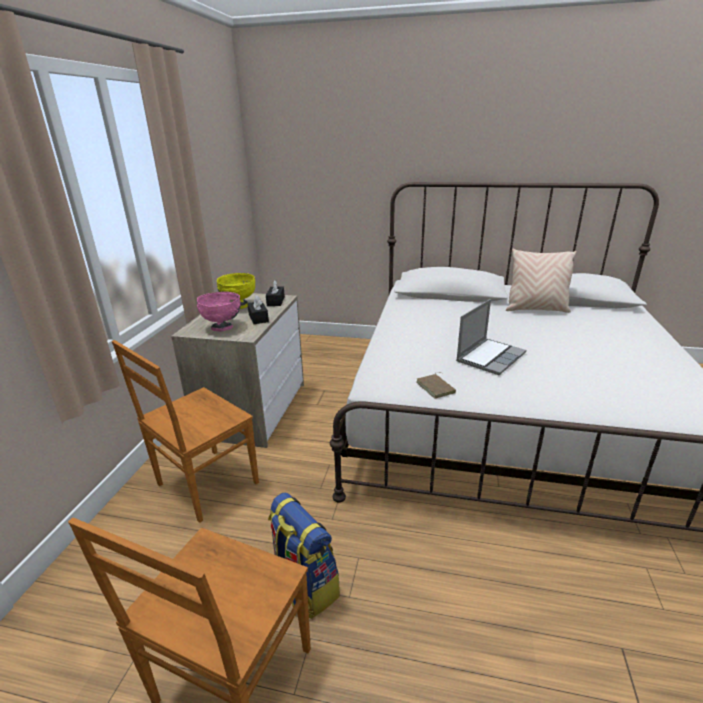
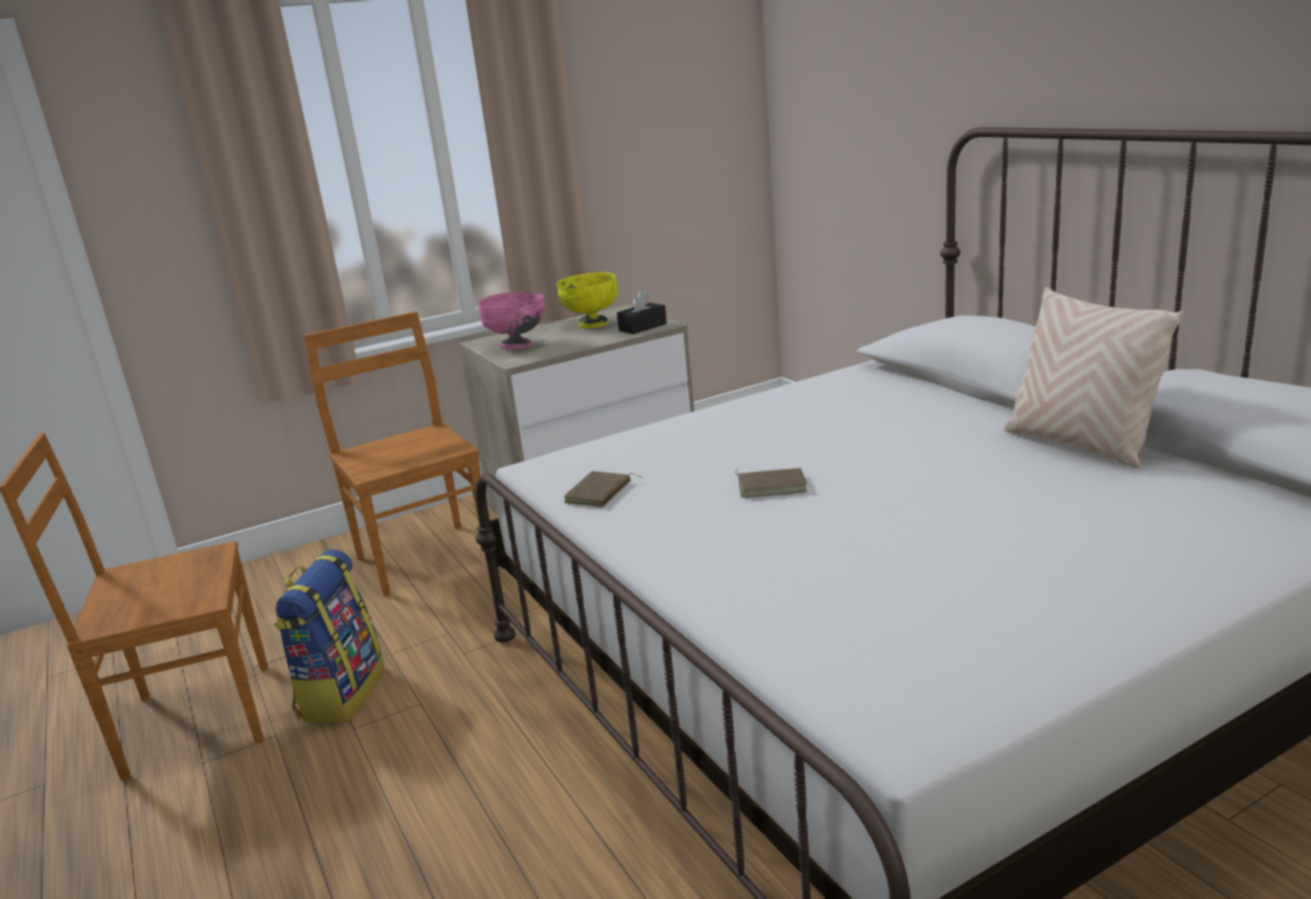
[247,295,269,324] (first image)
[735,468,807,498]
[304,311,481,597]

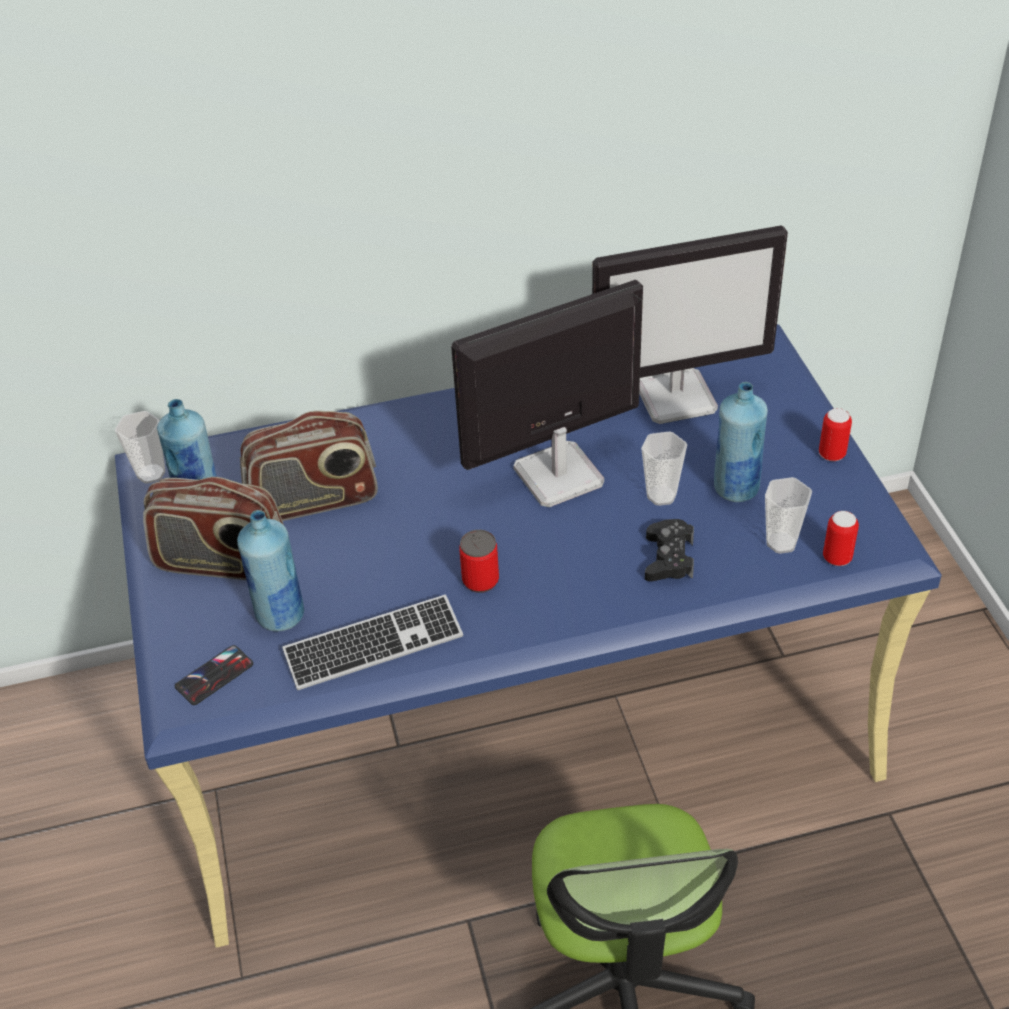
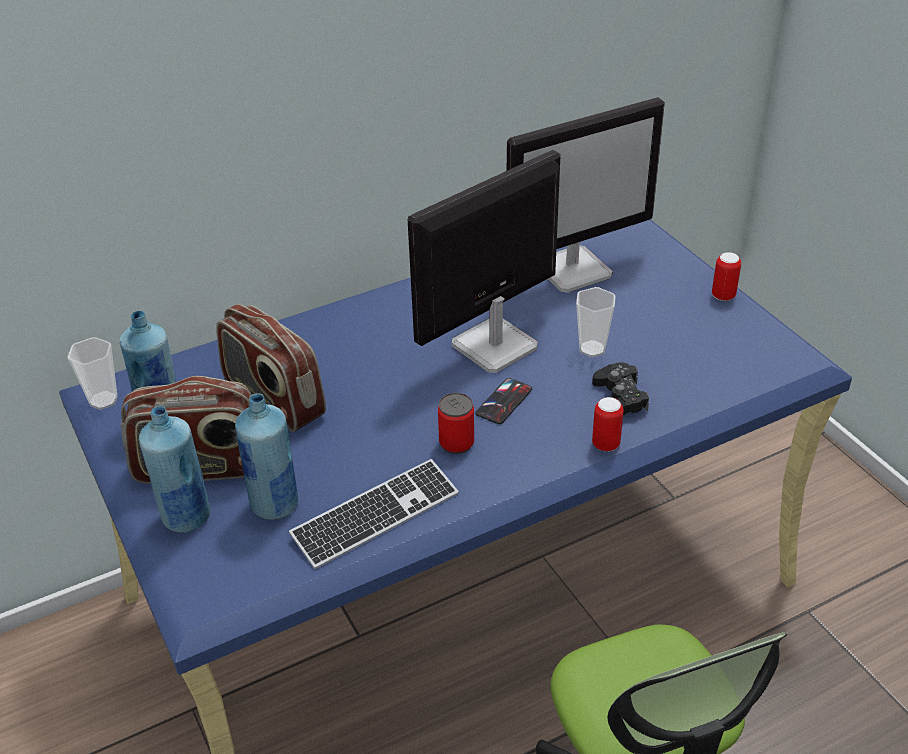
[139,406,210,533]
[216,304,326,432]
[765,477,812,554] (first image)
[592,397,624,452]
[475,378,532,424]

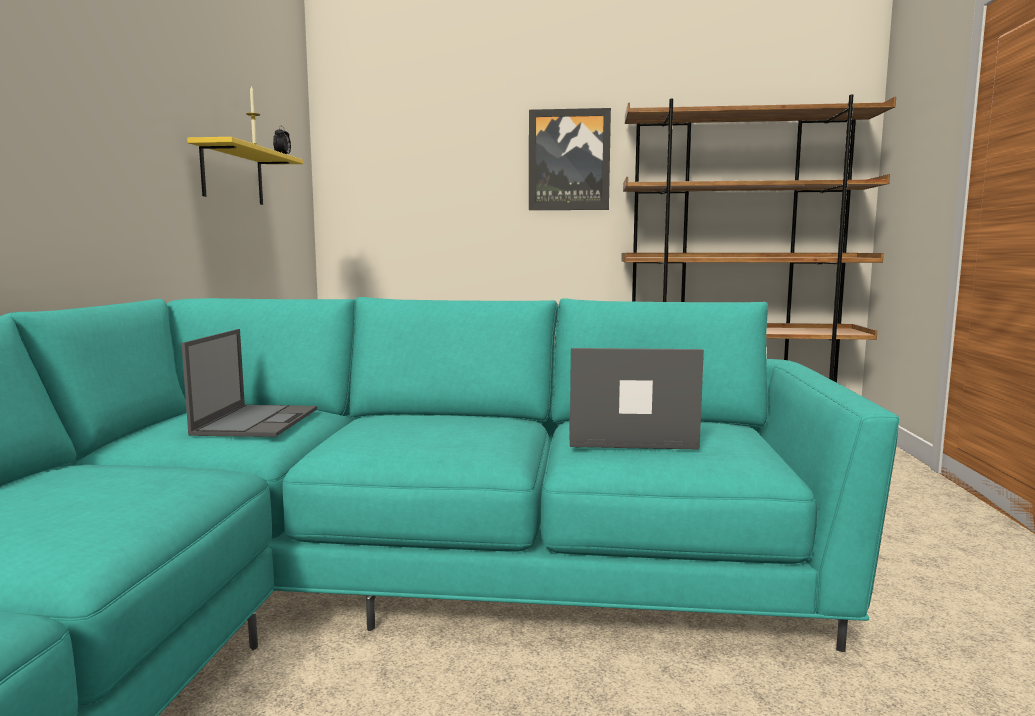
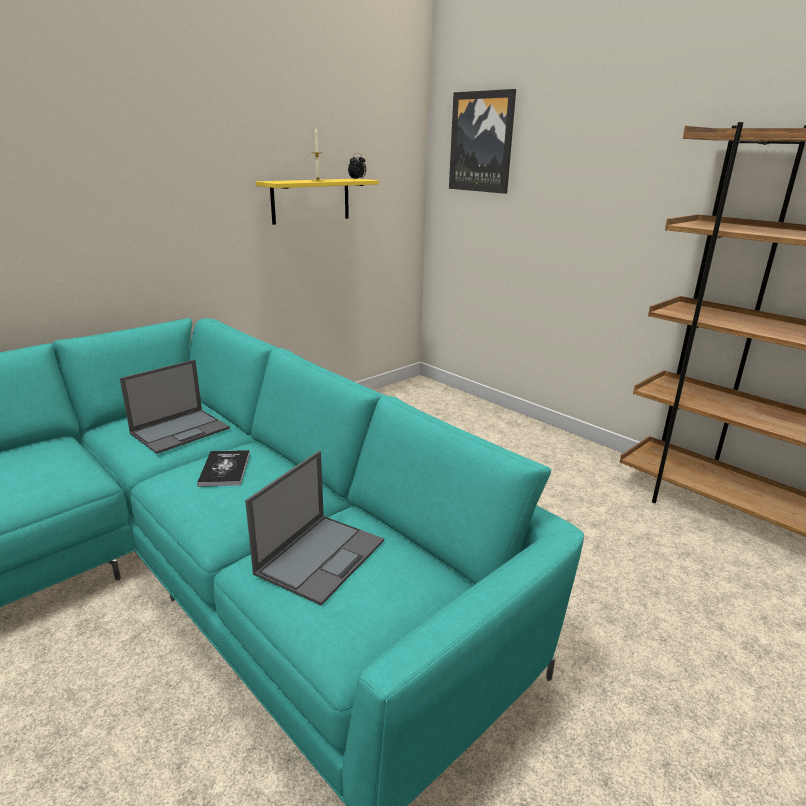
[449,89,516,194]
[245,451,384,605]
[197,450,250,487]

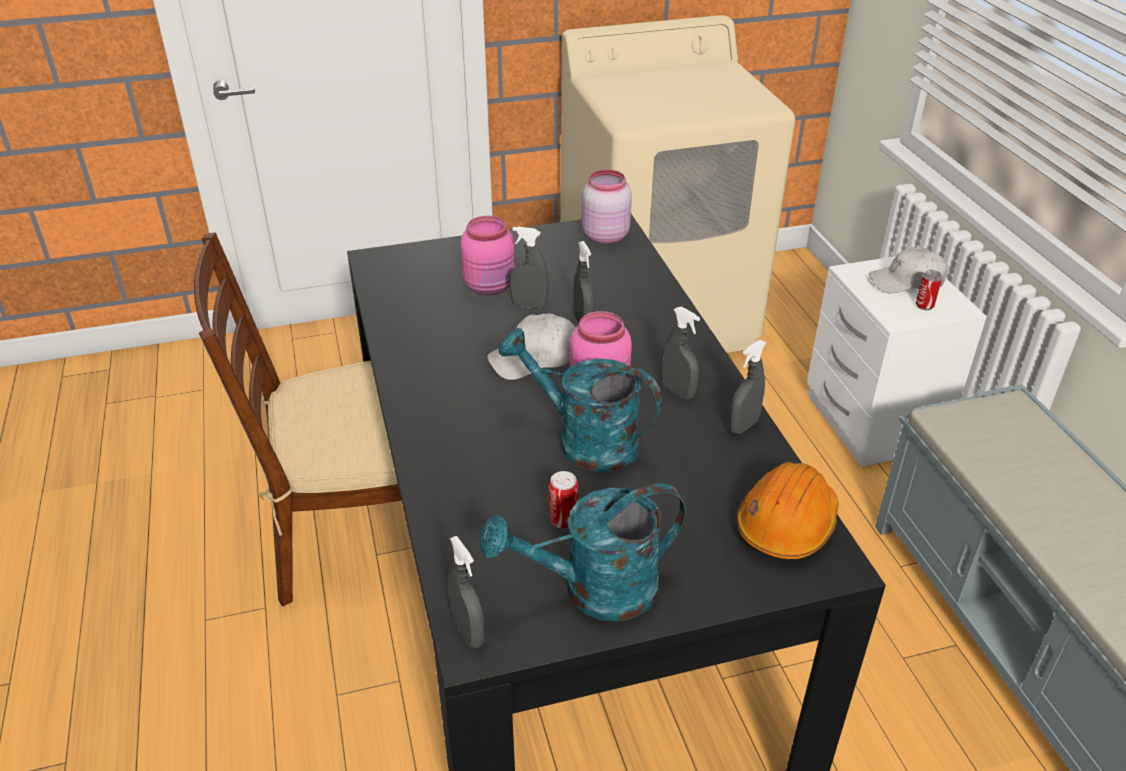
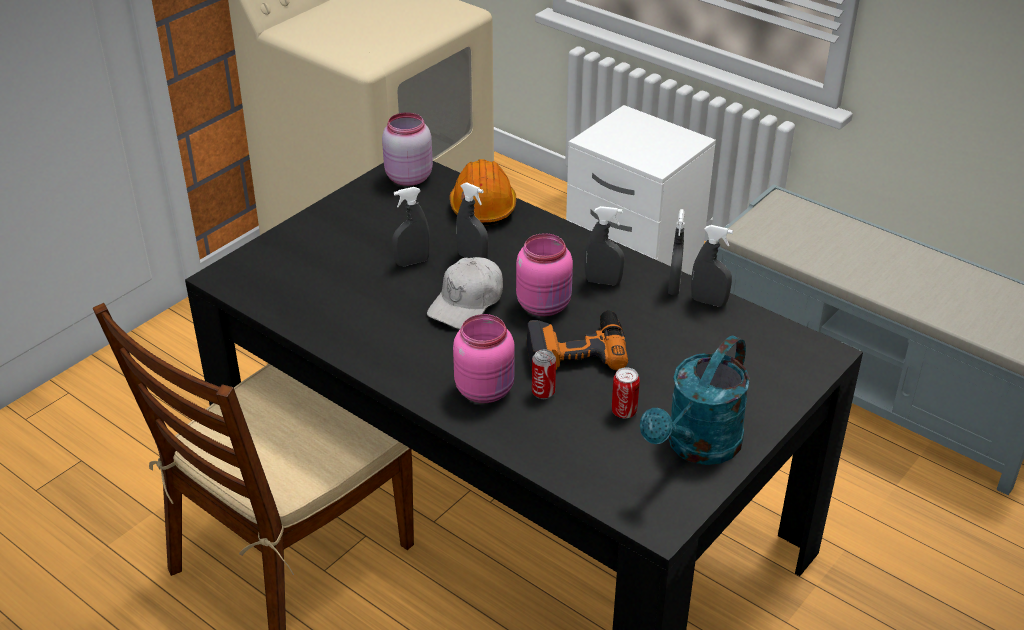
[453,314,515,403]
[869,247,948,293] (first image)
[532,349,556,399]
[527,310,628,370]
[450,159,516,226]
[691,225,733,306]

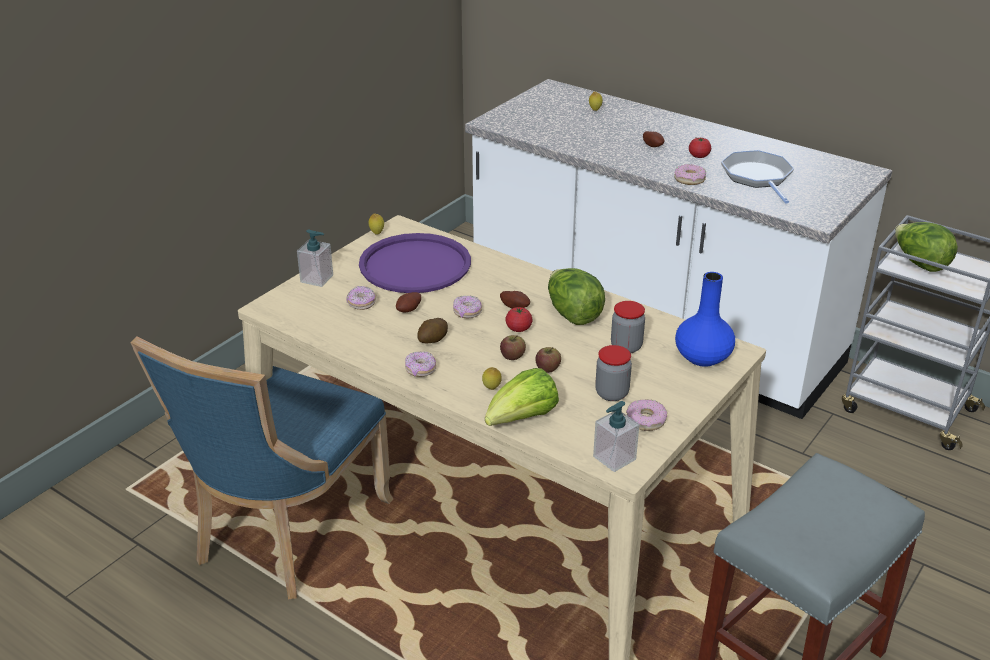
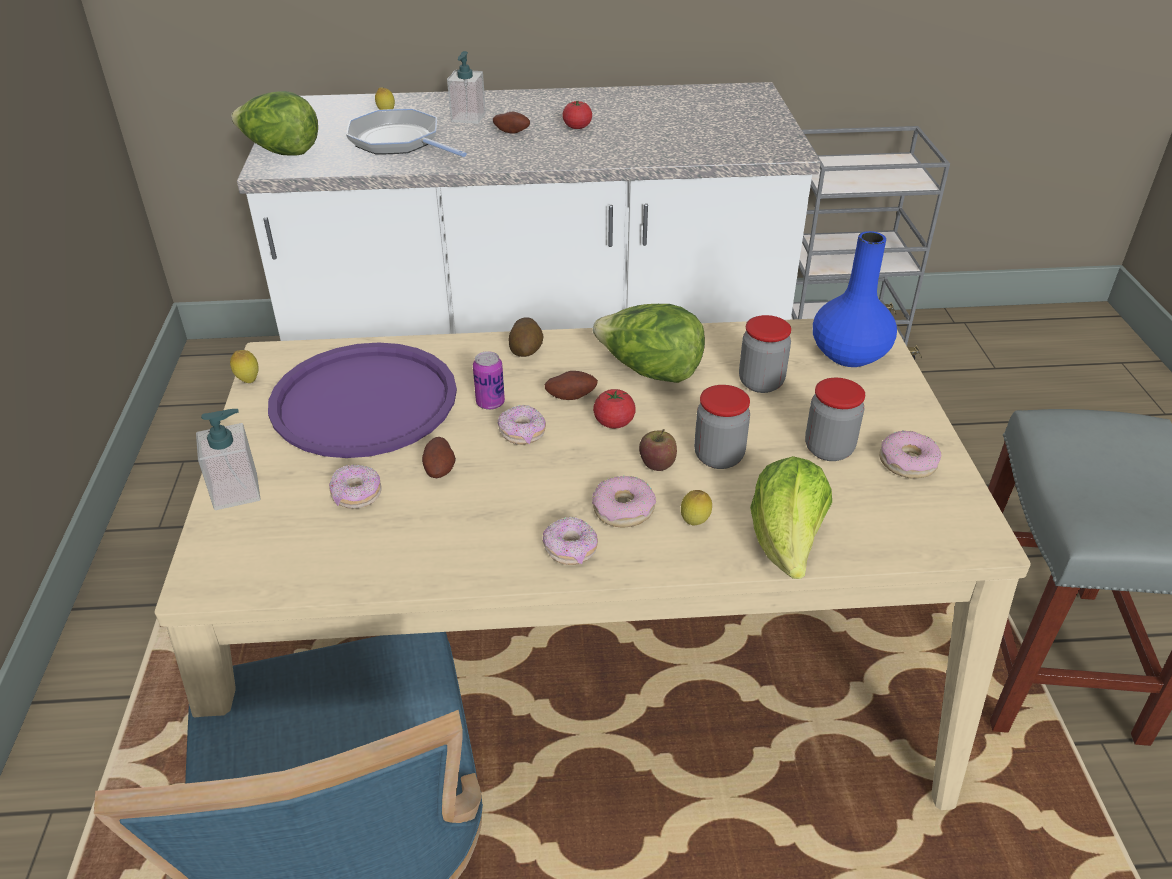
[346,109,467,157]
[592,476,656,527]
[231,91,318,156]
[509,318,544,357]
[694,385,750,469]
[447,51,486,124]
[473,351,505,410]

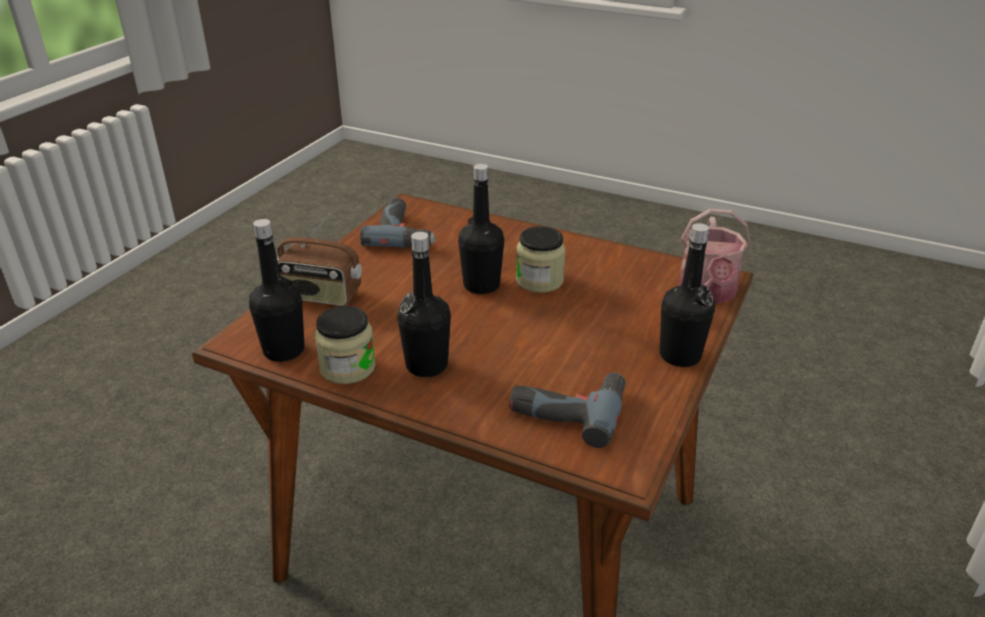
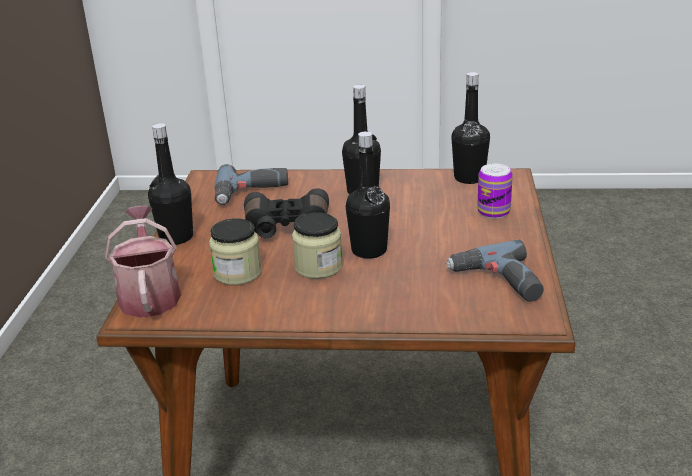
[477,163,513,219]
[209,218,262,285]
[244,188,329,238]

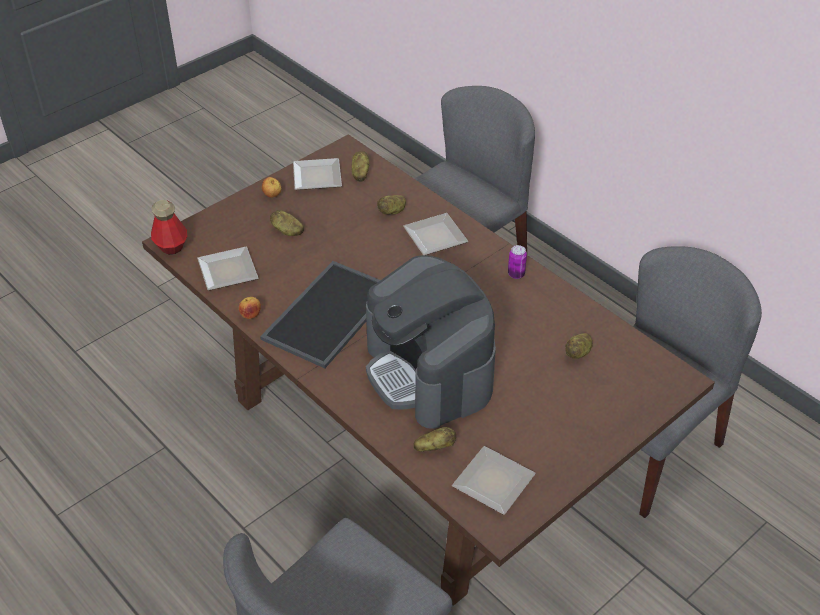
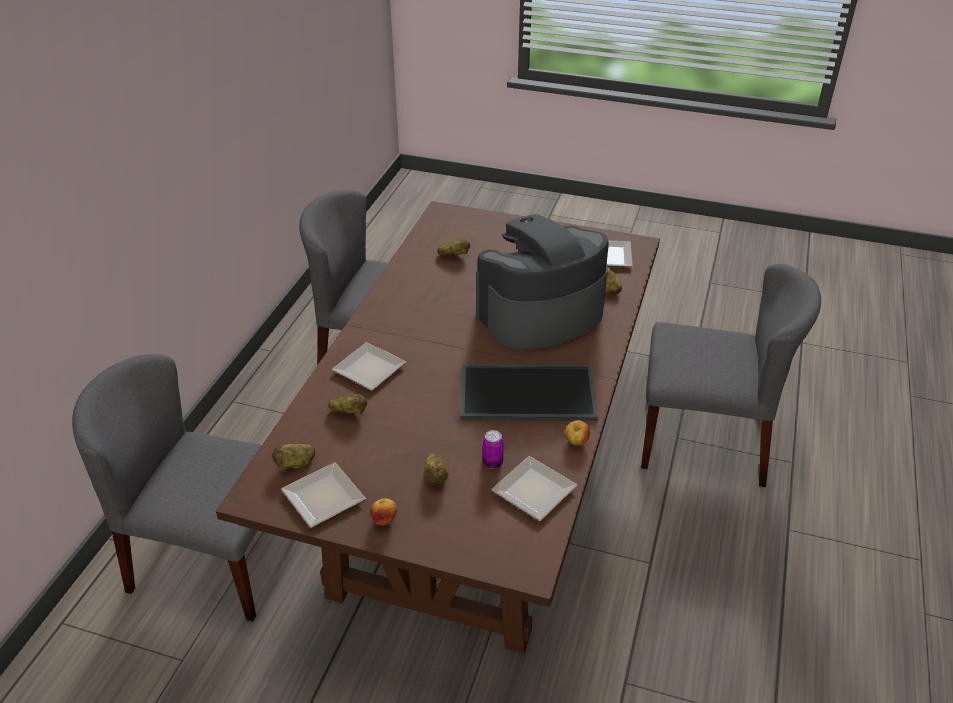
[151,200,187,255] (first image)
[483,430,504,469]
[476,214,609,349]

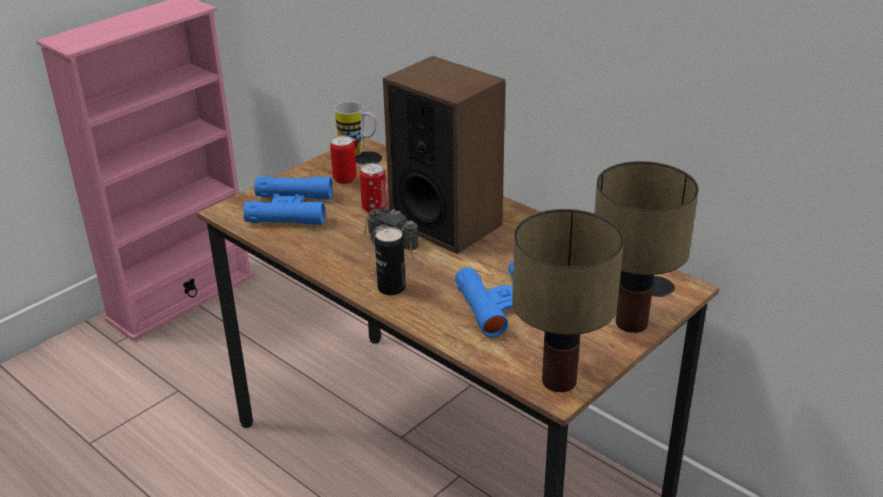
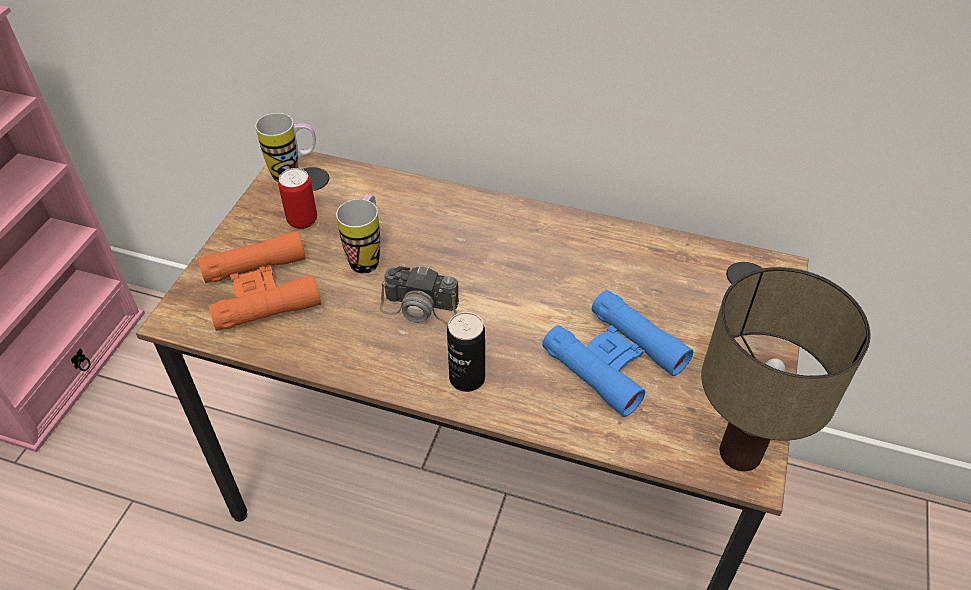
[383,56,506,254] (first image)
[594,161,699,333] (first image)
[336,194,380,274]
[198,231,321,331]

